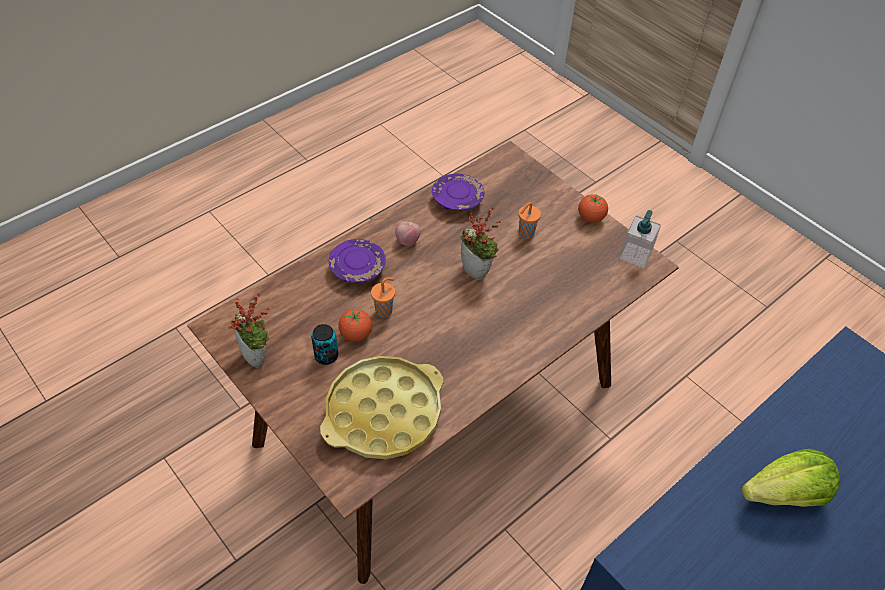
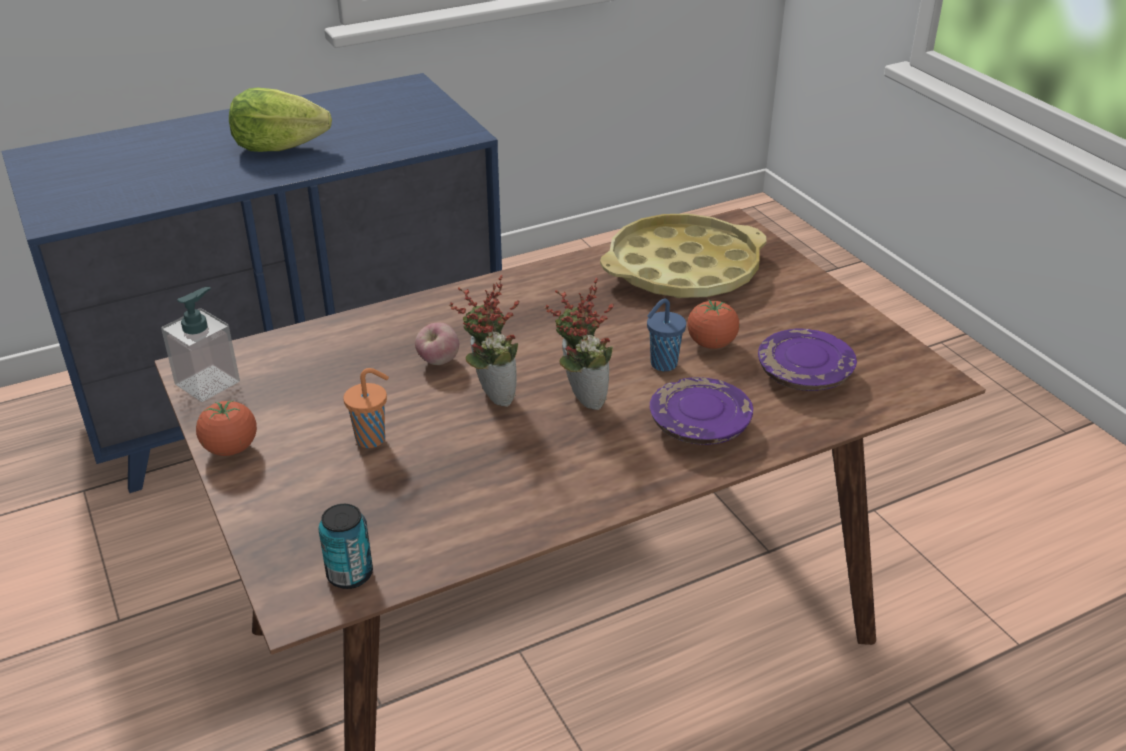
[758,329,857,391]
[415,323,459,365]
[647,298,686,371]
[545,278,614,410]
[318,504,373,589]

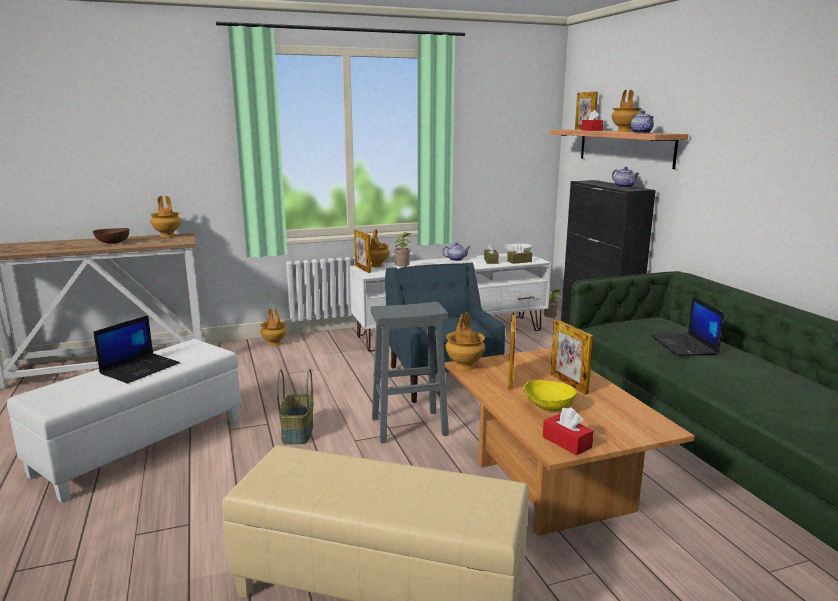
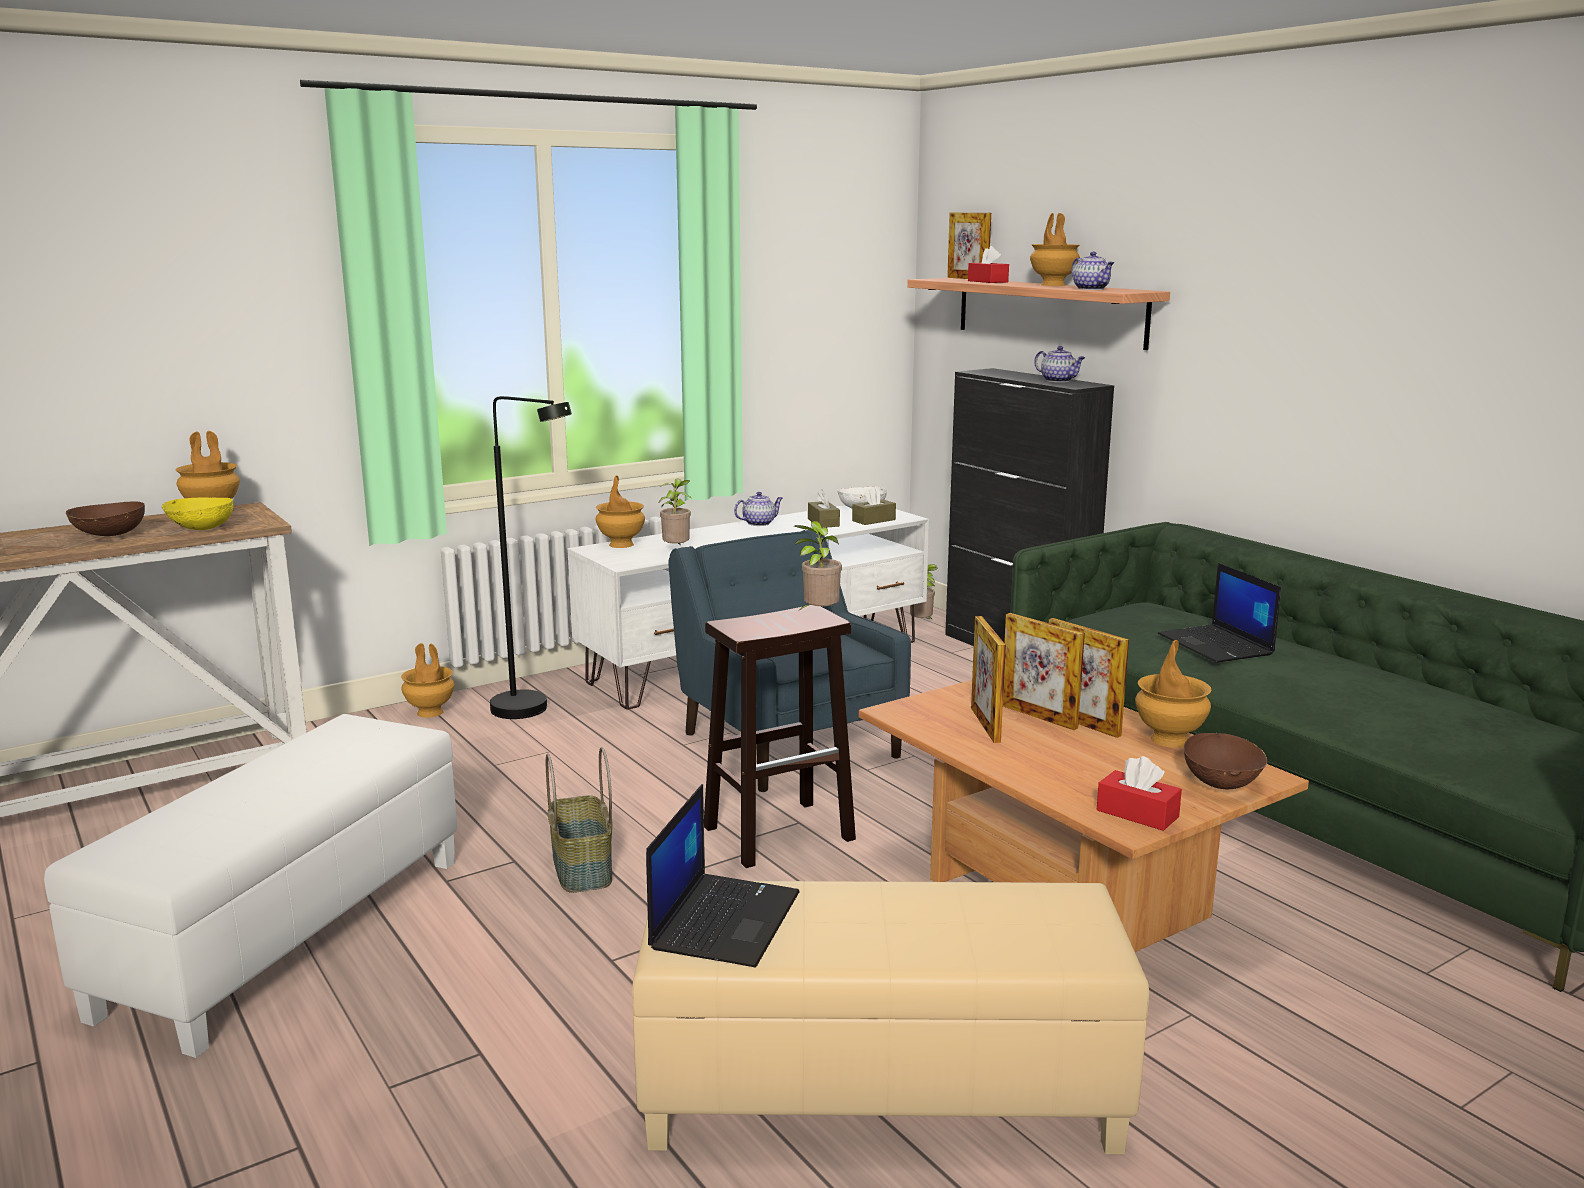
[1003,613,1085,730]
[704,605,856,868]
[1135,640,1212,748]
[646,784,800,967]
[162,497,233,530]
[490,396,572,719]
[794,521,842,612]
[1184,732,1267,789]

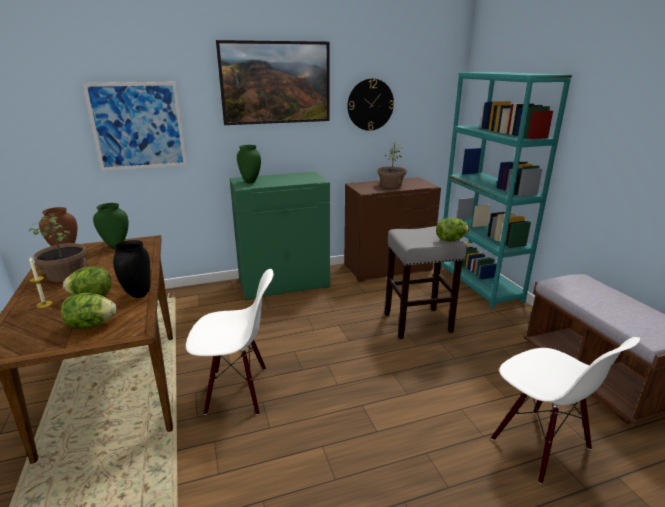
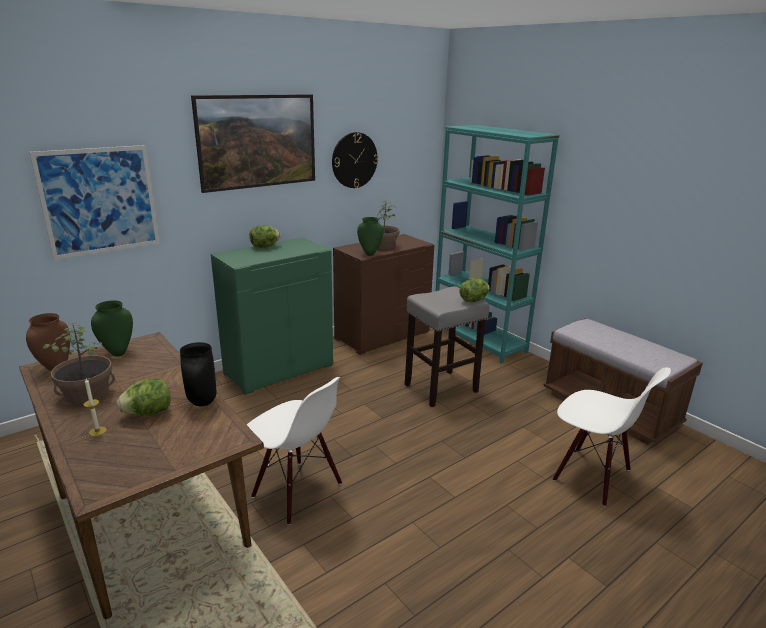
[357,217,383,256]
[247,377,342,525]
[250,225,281,248]

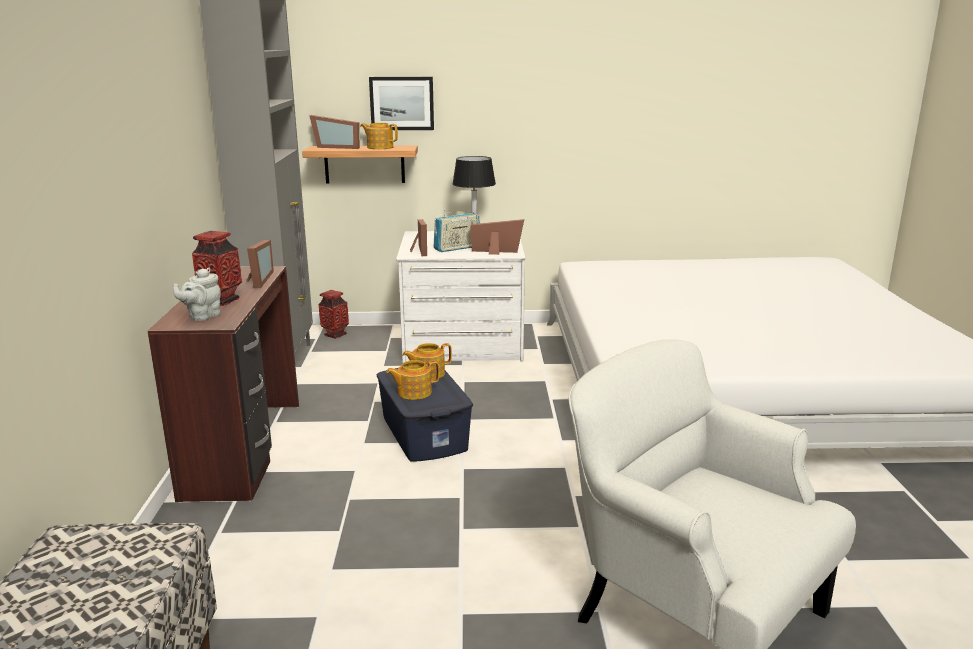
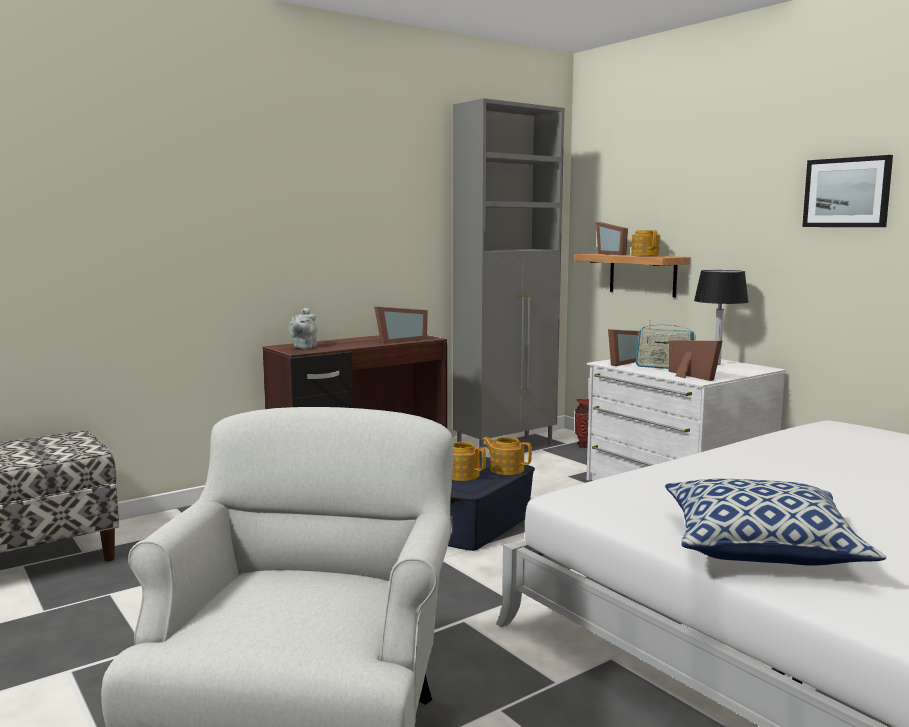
[802,155,893,227]
[192,231,242,306] (first image)
[289,308,317,349]
[665,479,886,566]

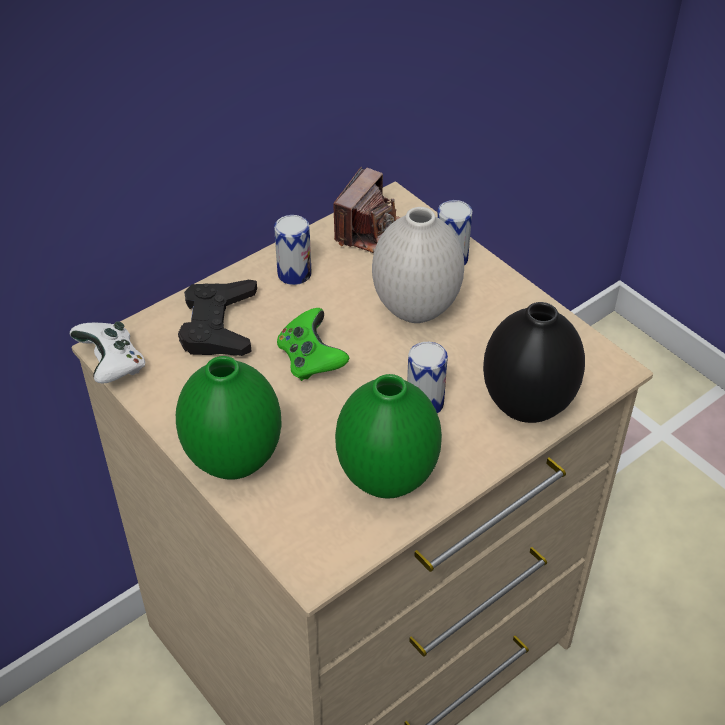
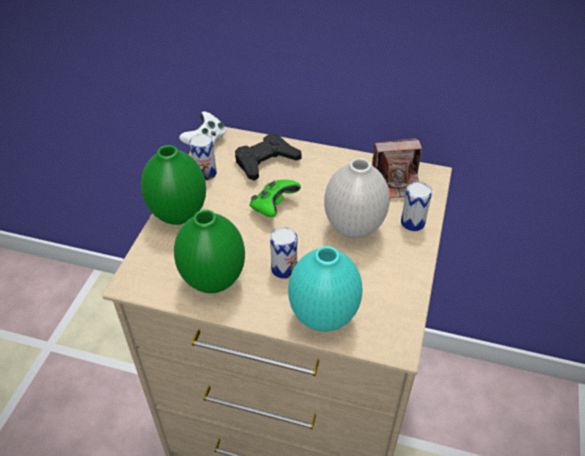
[189,134,217,181]
[288,246,363,332]

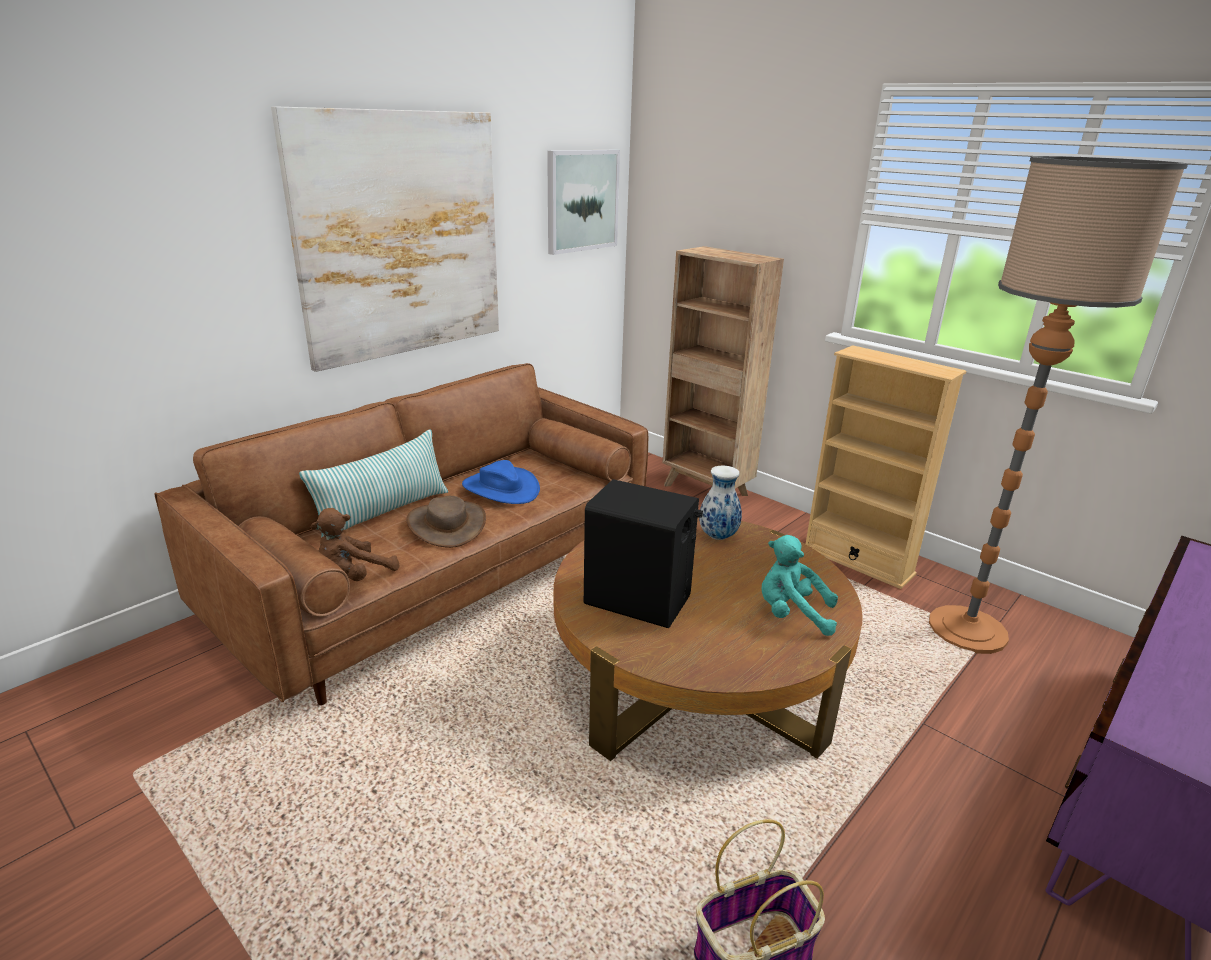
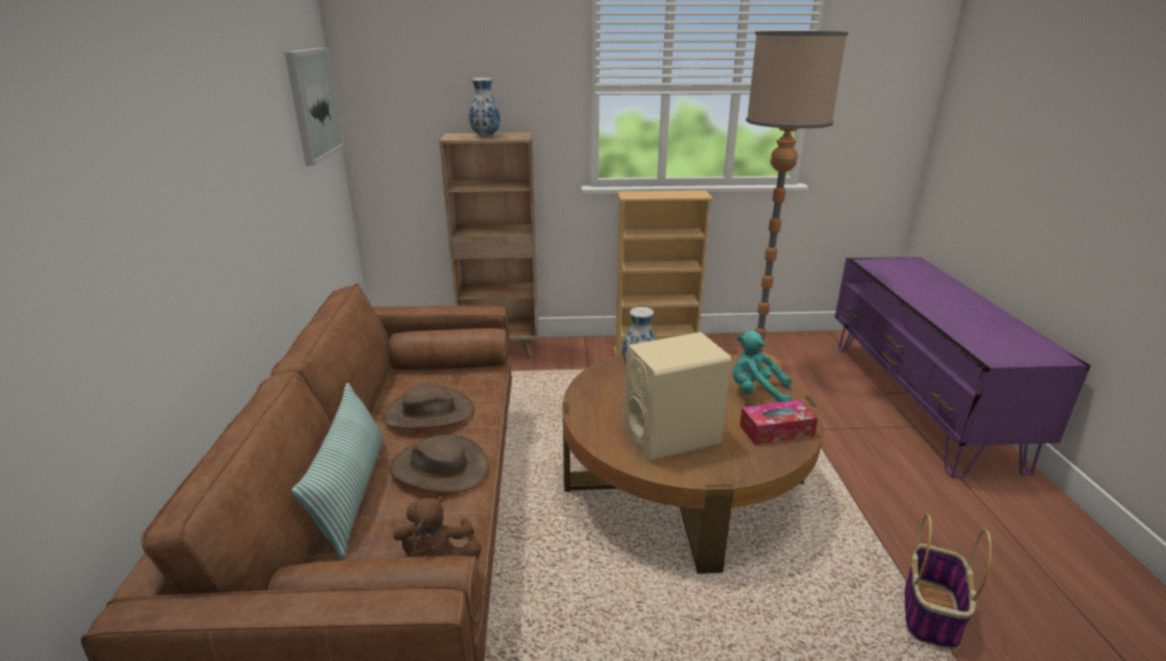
[271,106,499,372] (first image)
[382,383,475,429]
[624,332,731,462]
[732,331,792,402]
[469,78,500,137]
[740,400,818,445]

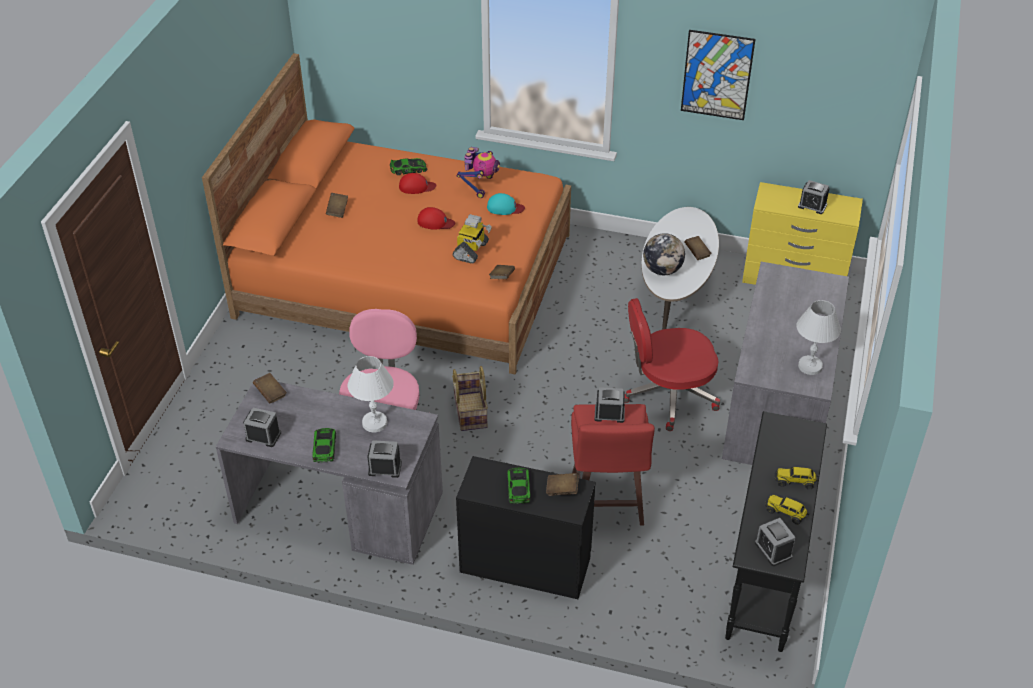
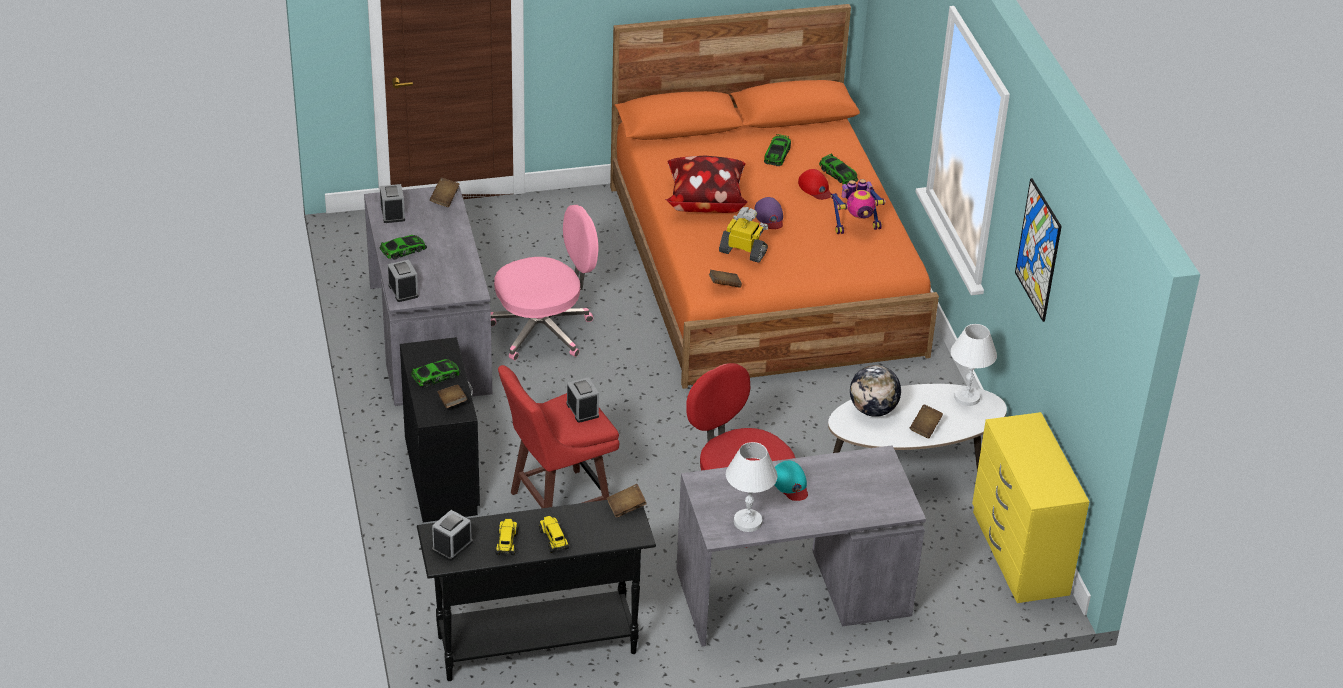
[798,180,829,214] (first image)
[607,484,647,518]
[775,461,808,501]
[754,197,783,229]
[719,207,768,263]
[951,324,997,406]
[452,366,488,431] (first image)
[764,134,791,166]
[665,156,748,213]

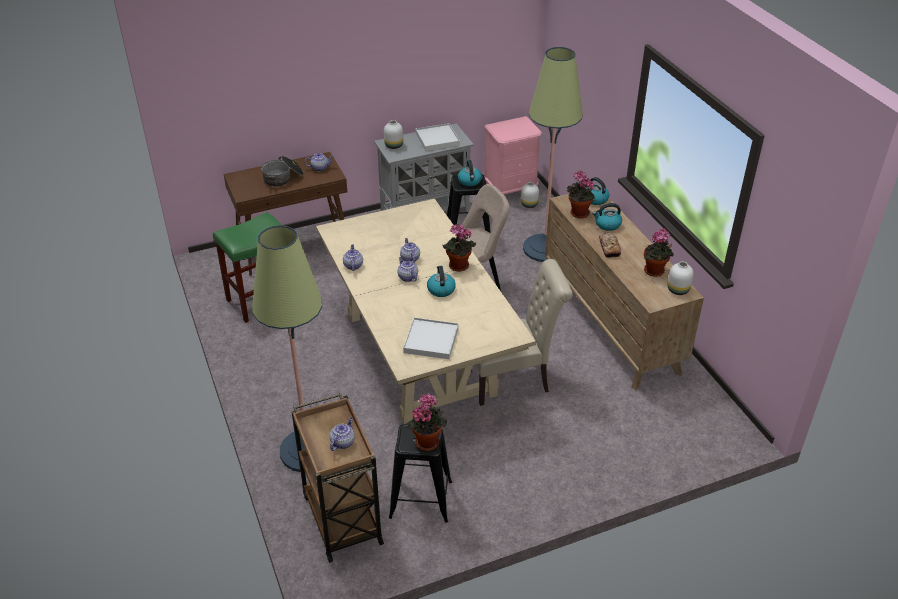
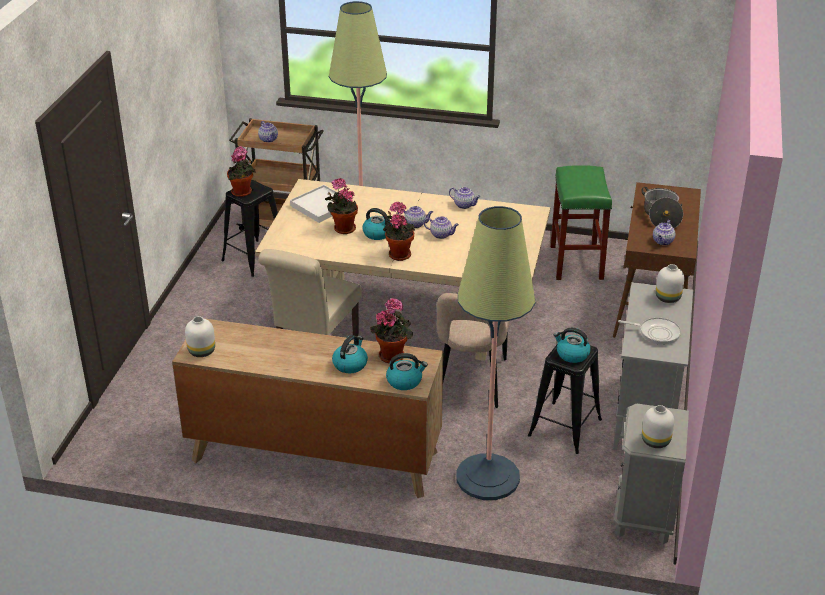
[614,404,689,544]
[618,317,681,345]
[642,405,674,448]
[325,178,358,234]
[599,233,621,258] (first image)

